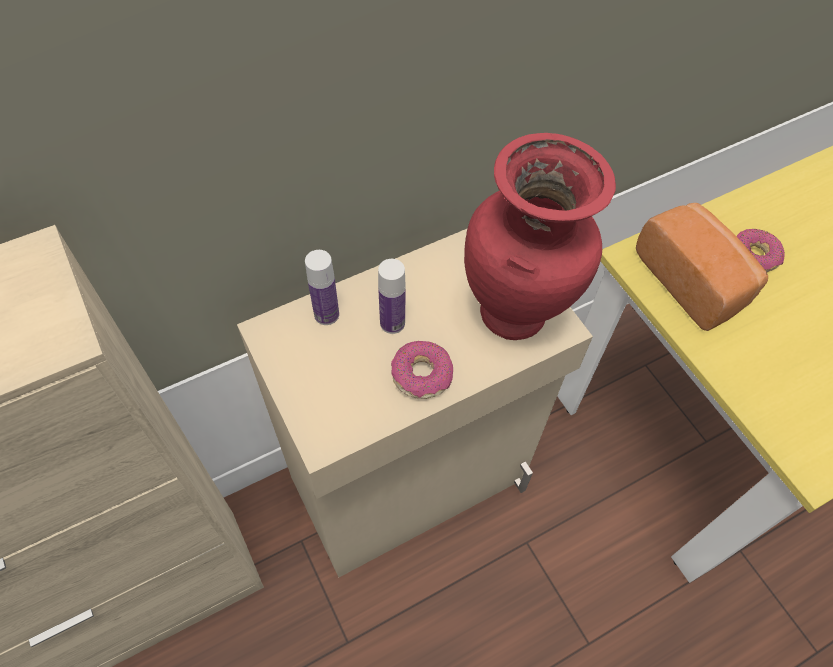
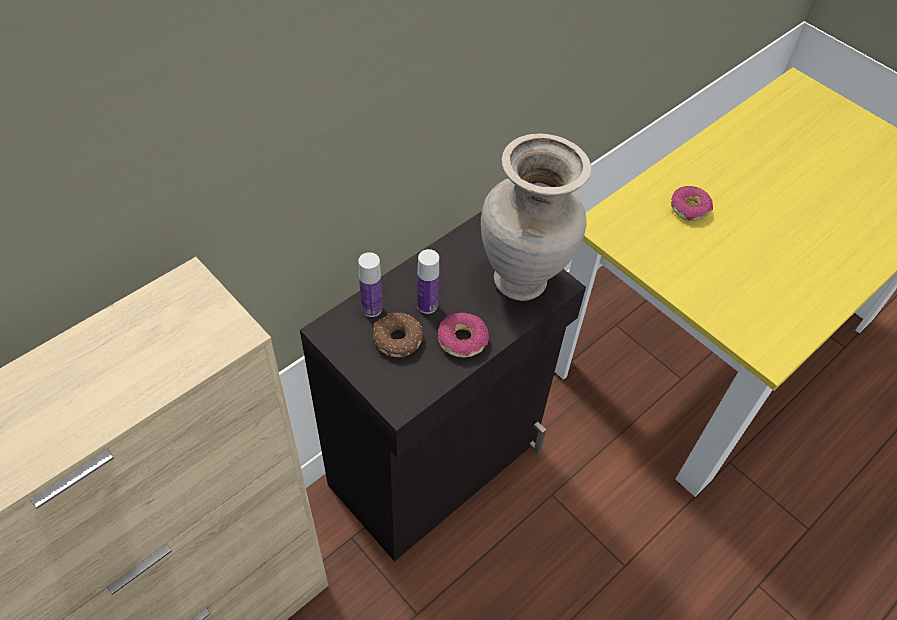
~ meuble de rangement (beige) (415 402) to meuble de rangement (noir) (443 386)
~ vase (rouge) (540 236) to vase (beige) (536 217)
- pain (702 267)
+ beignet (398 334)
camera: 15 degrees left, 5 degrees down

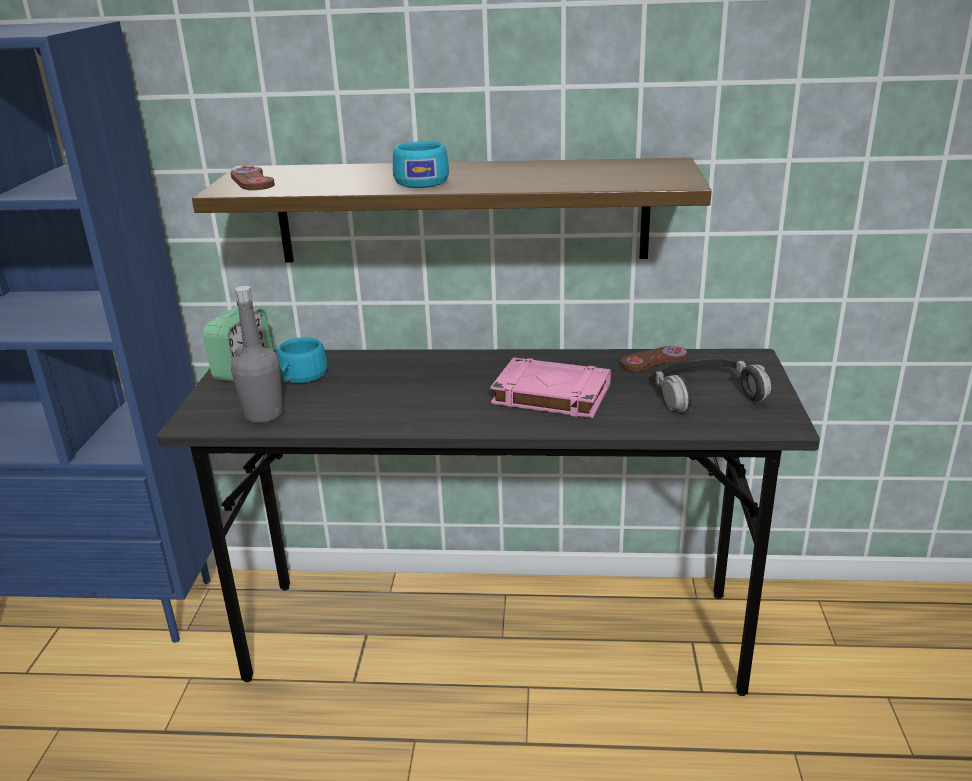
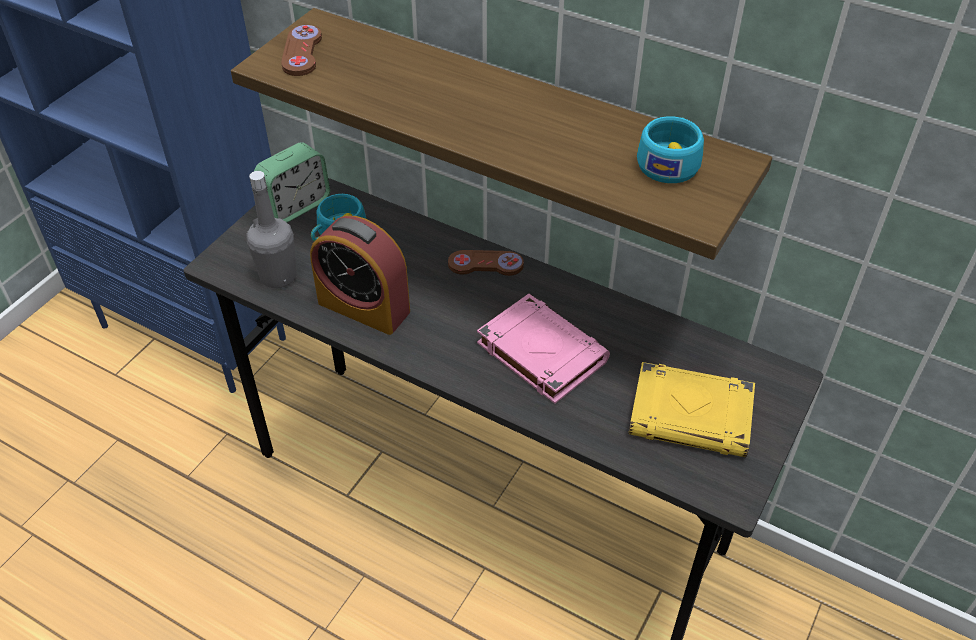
~ tasse (turquoise) (421 164) to (670 149)
~ manette (marron) (654 359) to (486 263)
~ casque audio (713 384) to livre (jaune) (691 409)
+ réveil (360 275)
camera: 25 degrees right, 20 degrees up

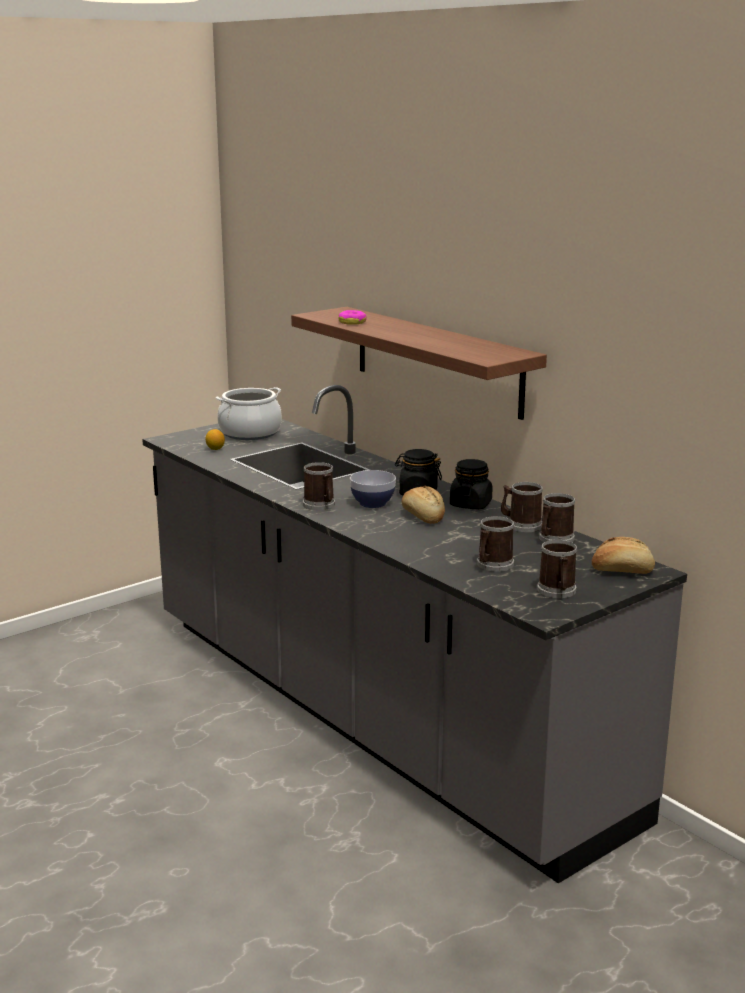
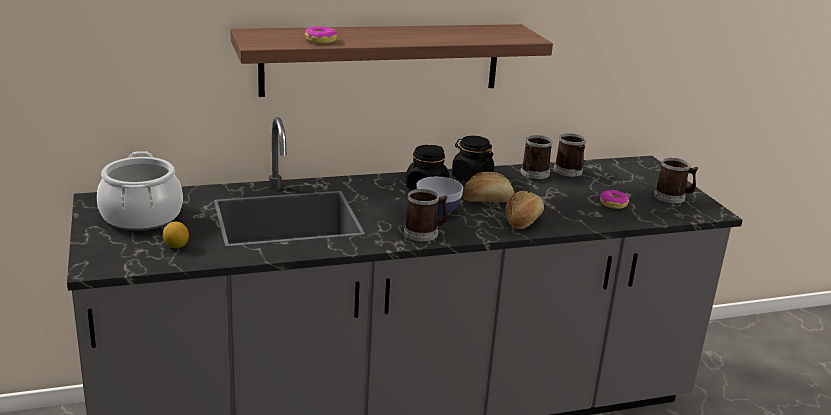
~ mug (495 544) to beignet (614 199)
~ pain (623 555) to (525 210)
camera: 70 degrees left, 5 degrees up

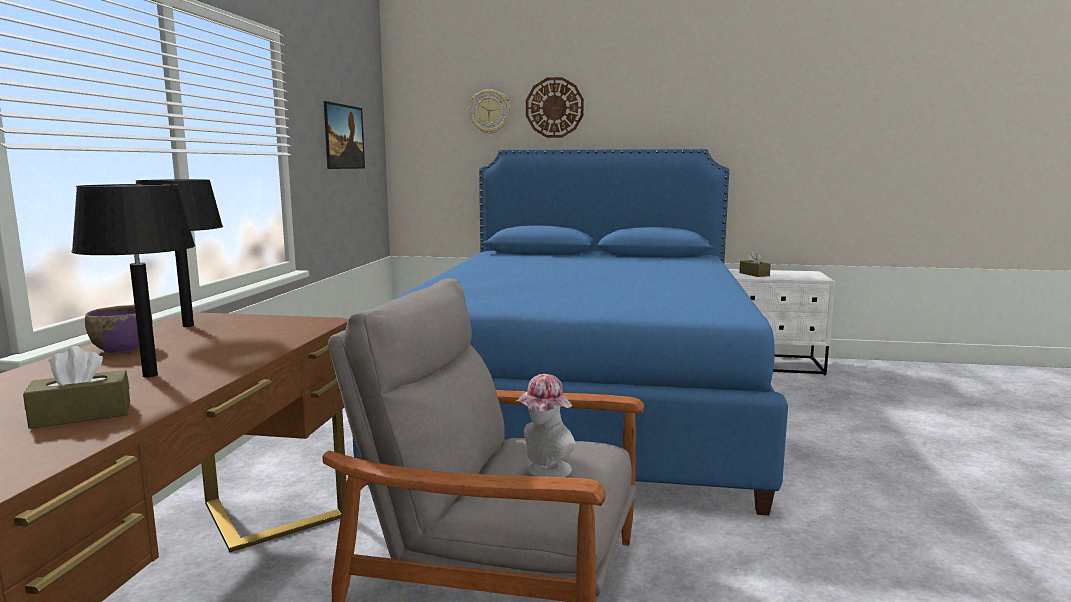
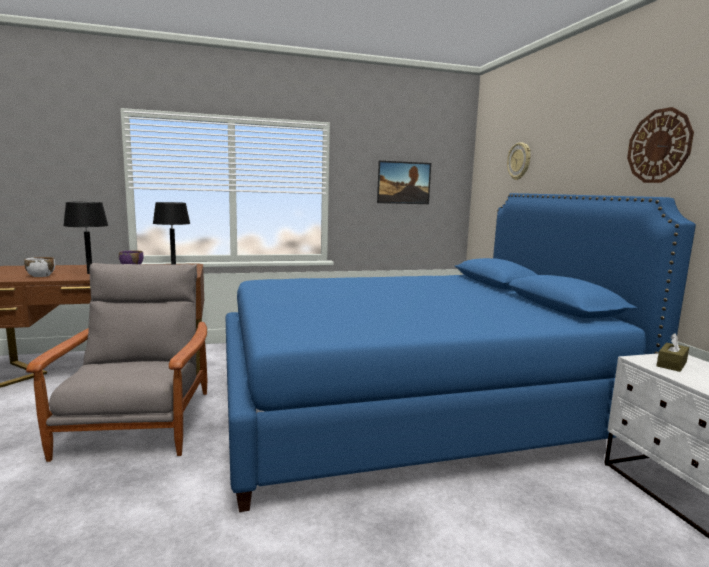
~ boîte à mouchoirs (marron) (76 387) to bol (blanc) (39 267)
- chapeau (546 425)
~ horloge murale (555 107) to (660 145)
camera: 65 degrees right, 0 degrees up

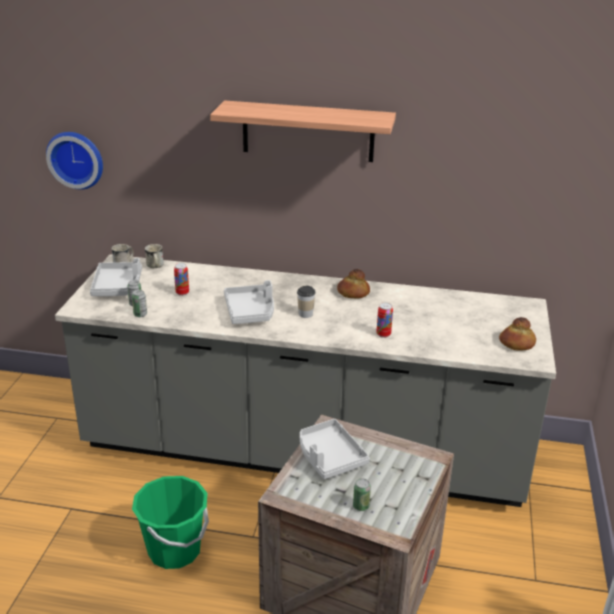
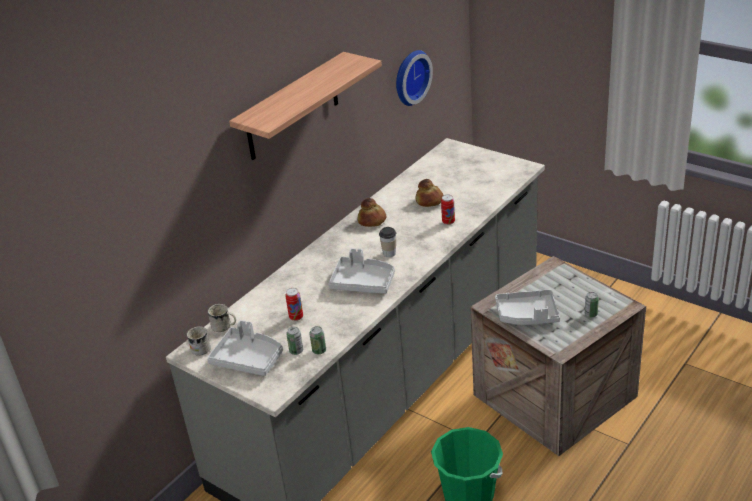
~ horloge murale (74 160) to (414 78)
~ pain (517 334) to (430 193)
camera: 60 degrees left, 5 degrees up

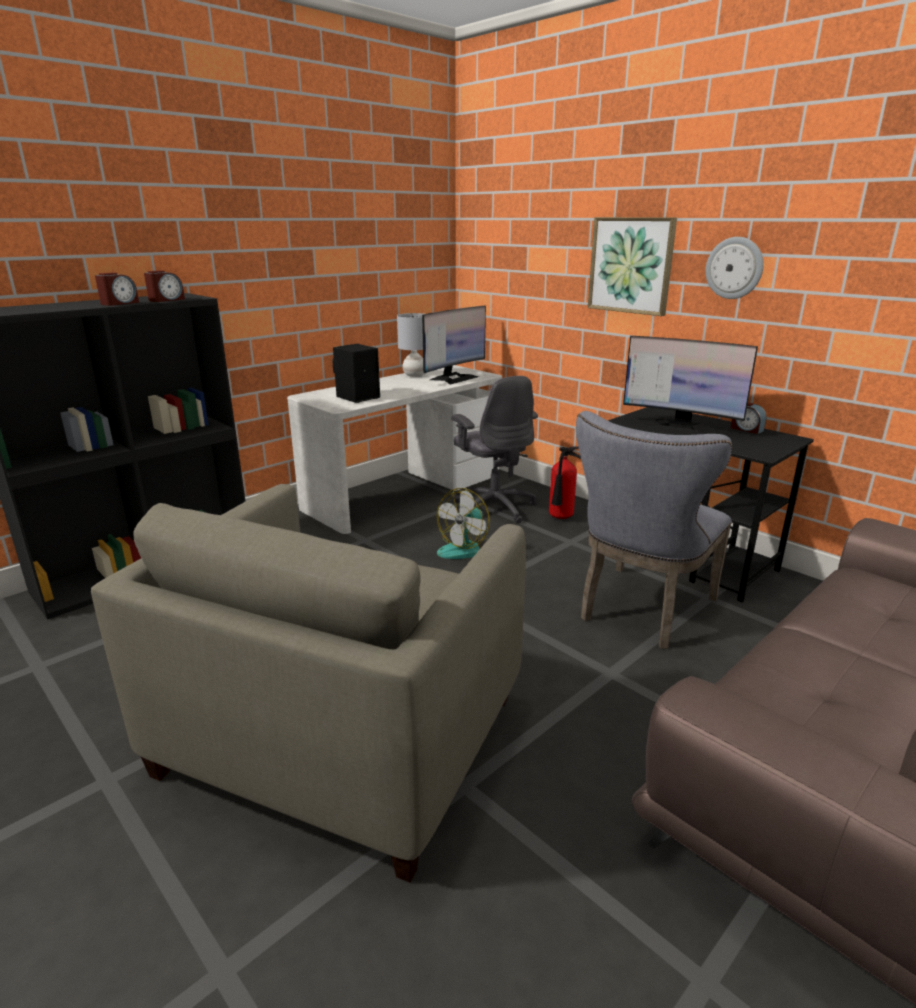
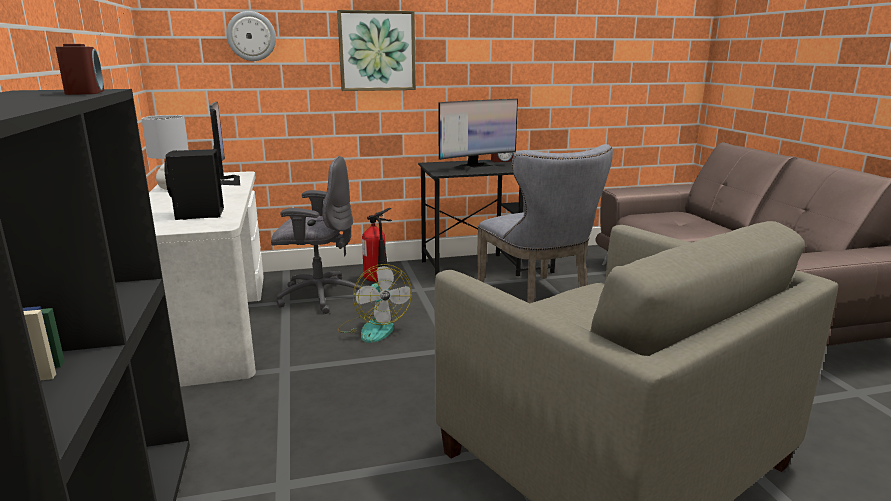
- réveil (117 289)
~ horloge murale (735 268) to (251 36)
camera: 60 degrees left, 5 degrees down

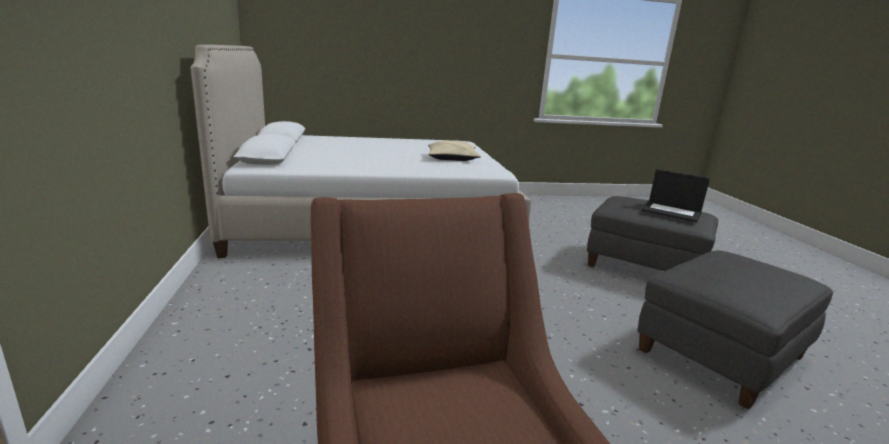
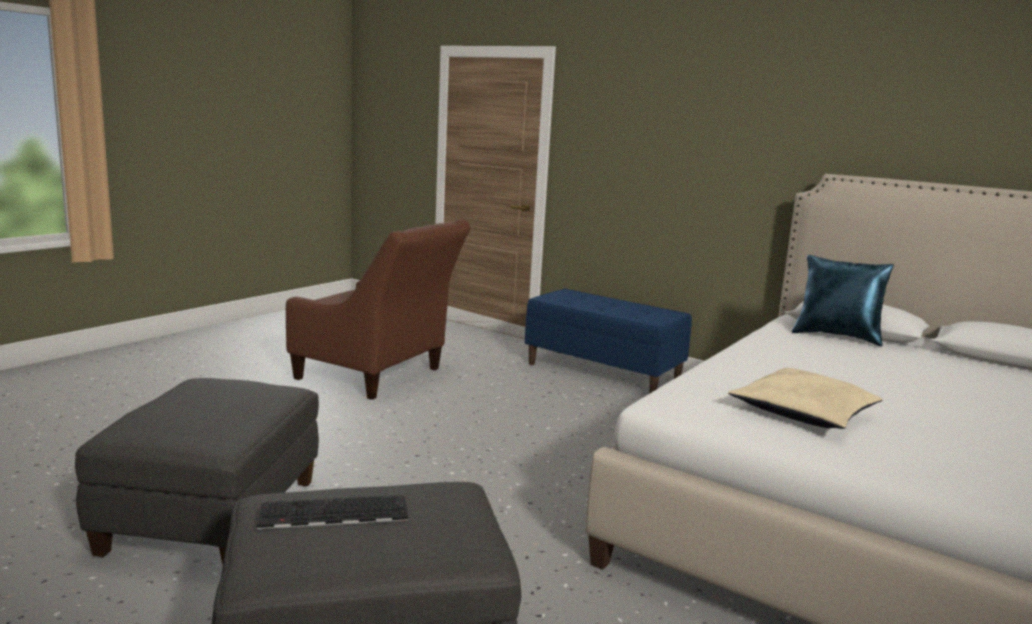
~ ordinateur portable (675 195) to clavier (332 512)
+ banc (bleu) (608 341)
+ coussin (bleu) (843 300)
camera: 135 degrees right, 5 degrees down

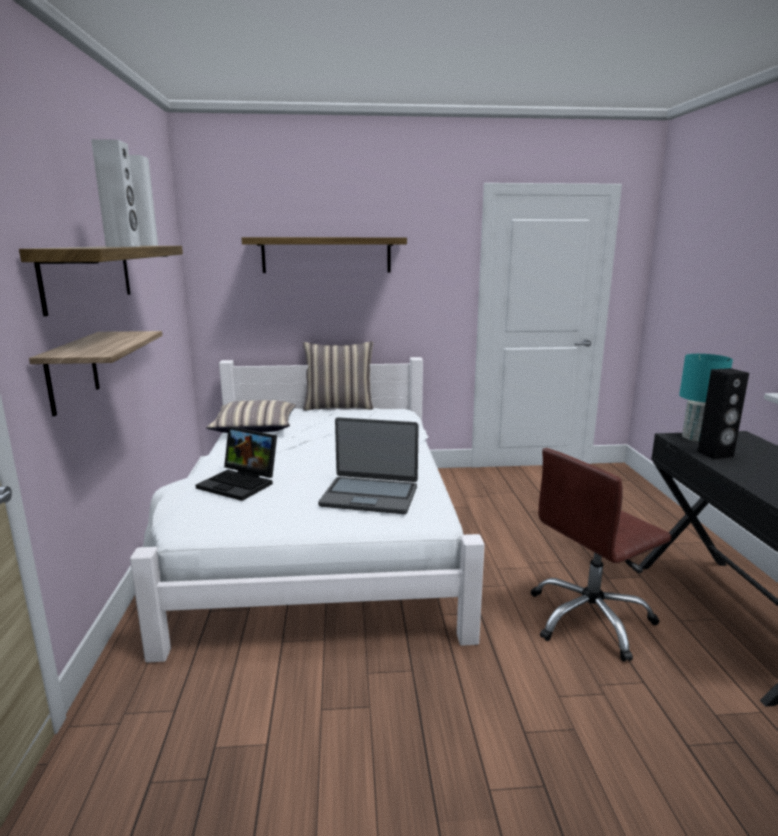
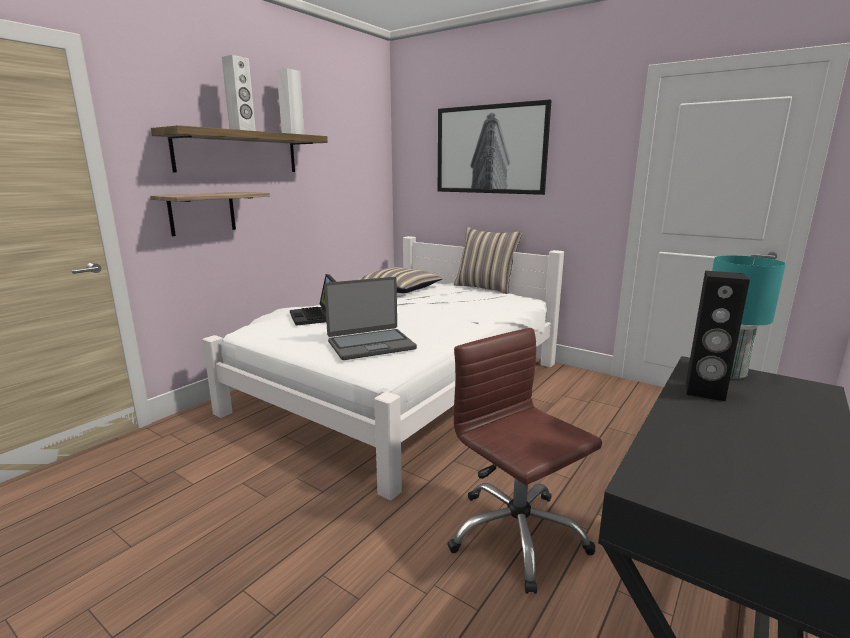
~ étagère (324 255) to tableau (495 147)
~ ordinateur portable (368 465) = (370 318) 75 degrees counterclockwise
~ chaise de bureau (marron) (601 555) = (524 461) 45 degrees clockwise
camera: 40 degrees right, 0 degrees up

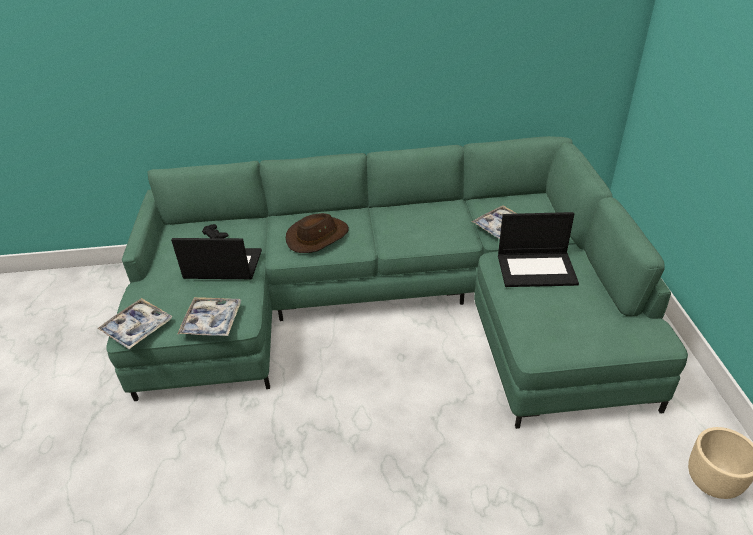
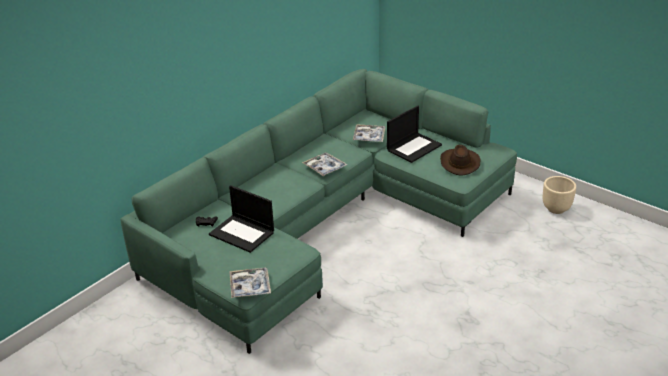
~ ordinateur portable (216 258) = (241 219) 105 degrees counterclockwise
~ plateau (209 316) to (324 164)
~ chapeau (marron) (317 233) to (460 160)
camera: 45 degrees left, 5 degrees down

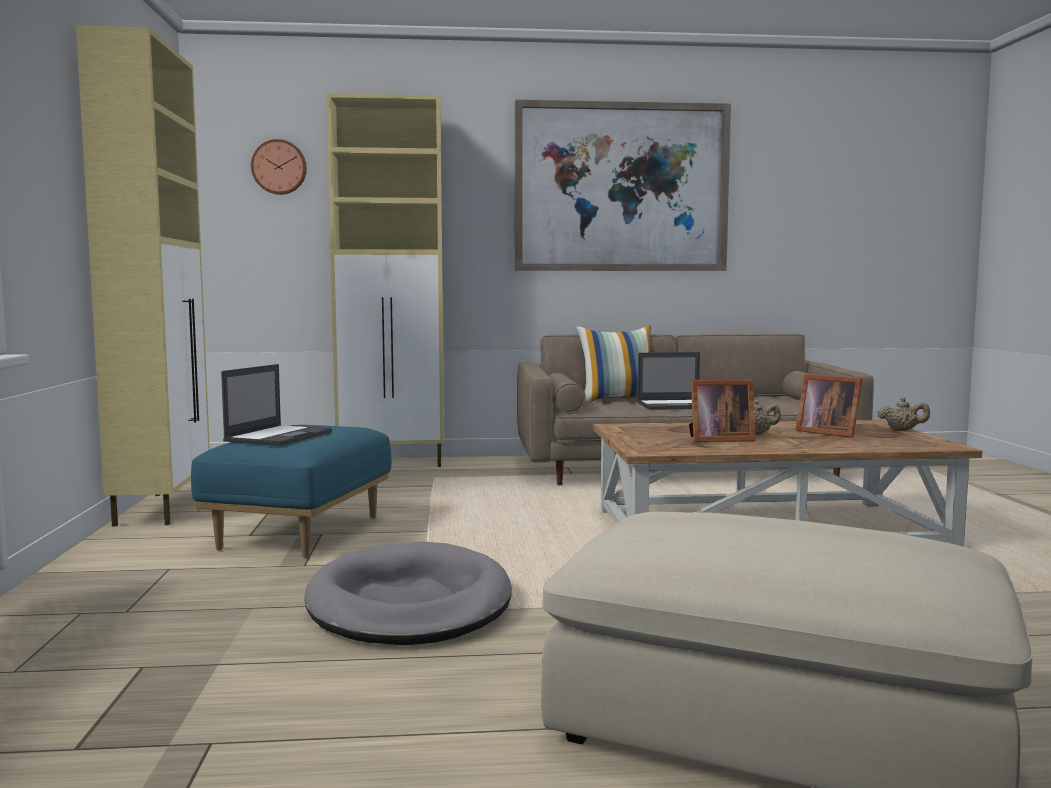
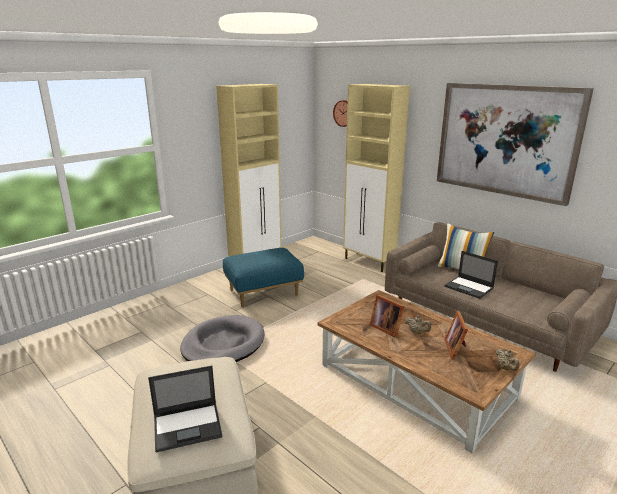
~ ordinateur portable (276 405) to (185 409)
camera: 50 degrees right, 15 degrees up

